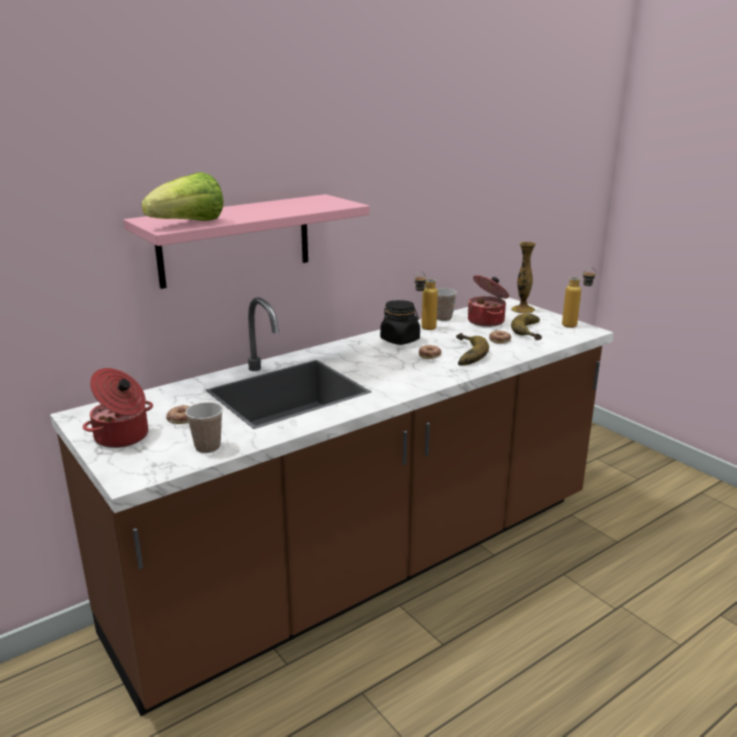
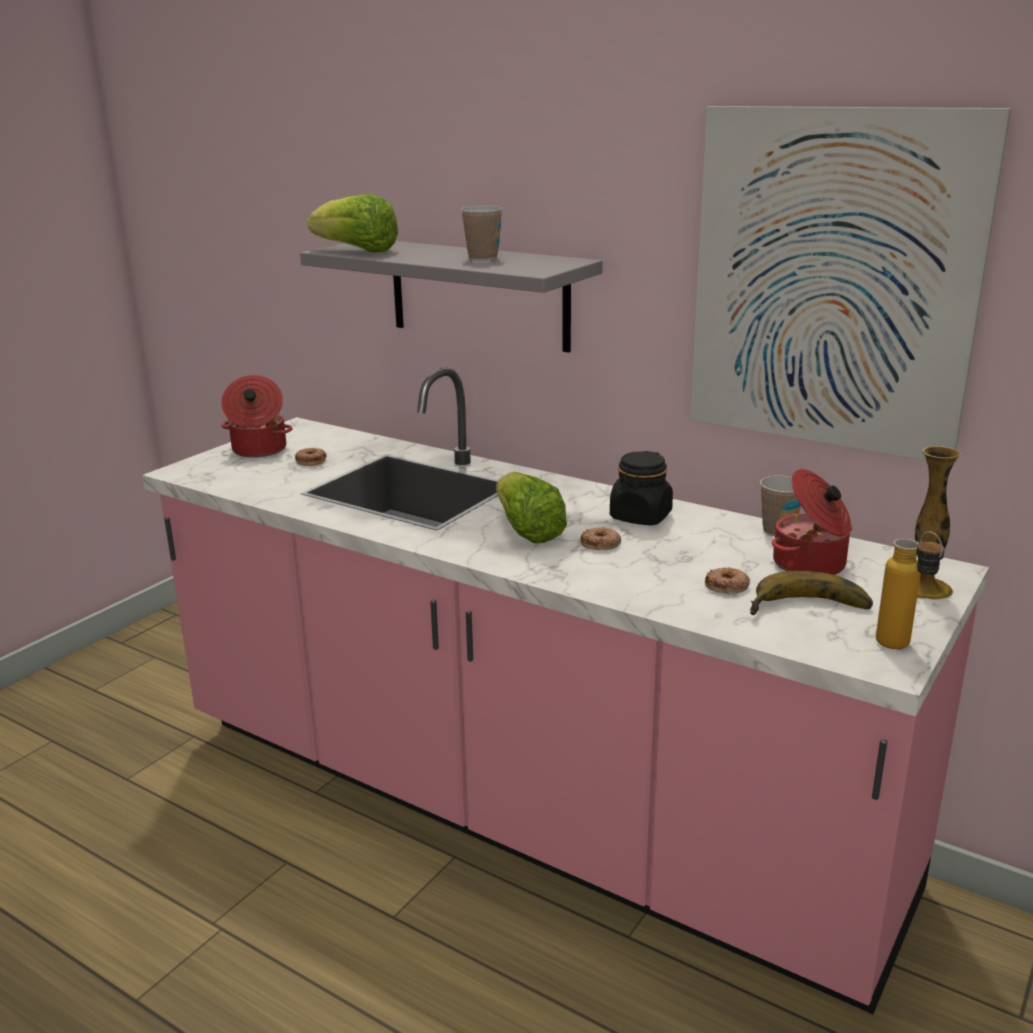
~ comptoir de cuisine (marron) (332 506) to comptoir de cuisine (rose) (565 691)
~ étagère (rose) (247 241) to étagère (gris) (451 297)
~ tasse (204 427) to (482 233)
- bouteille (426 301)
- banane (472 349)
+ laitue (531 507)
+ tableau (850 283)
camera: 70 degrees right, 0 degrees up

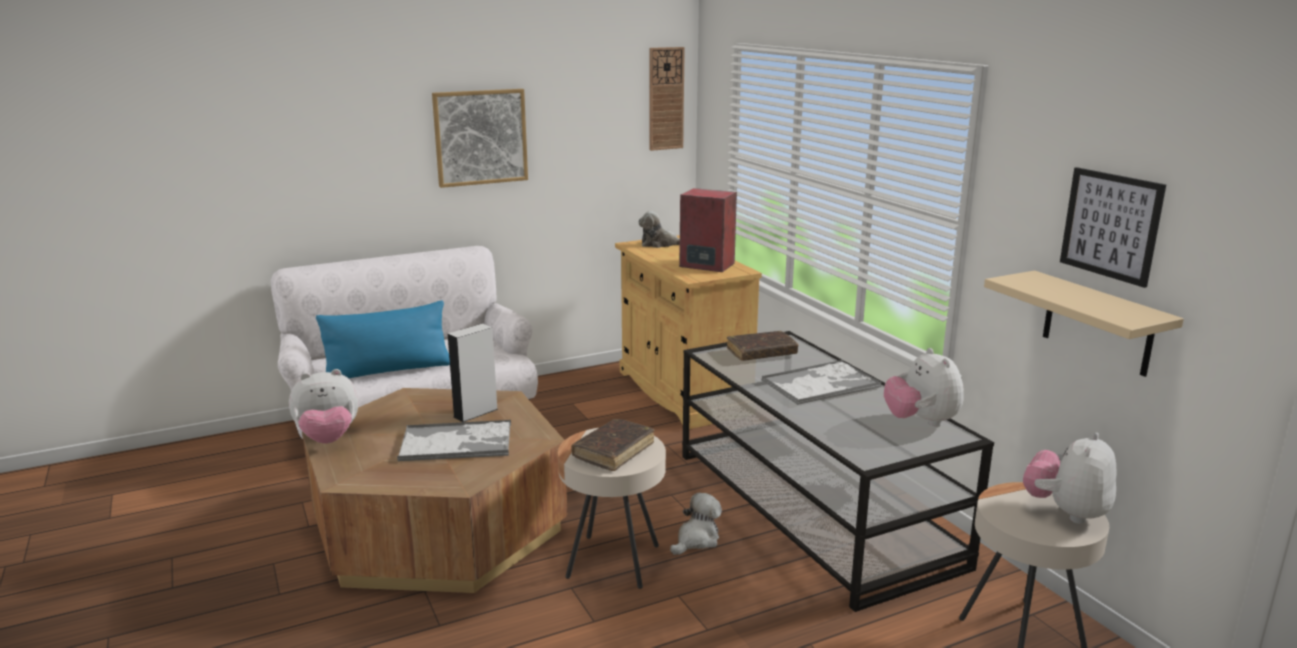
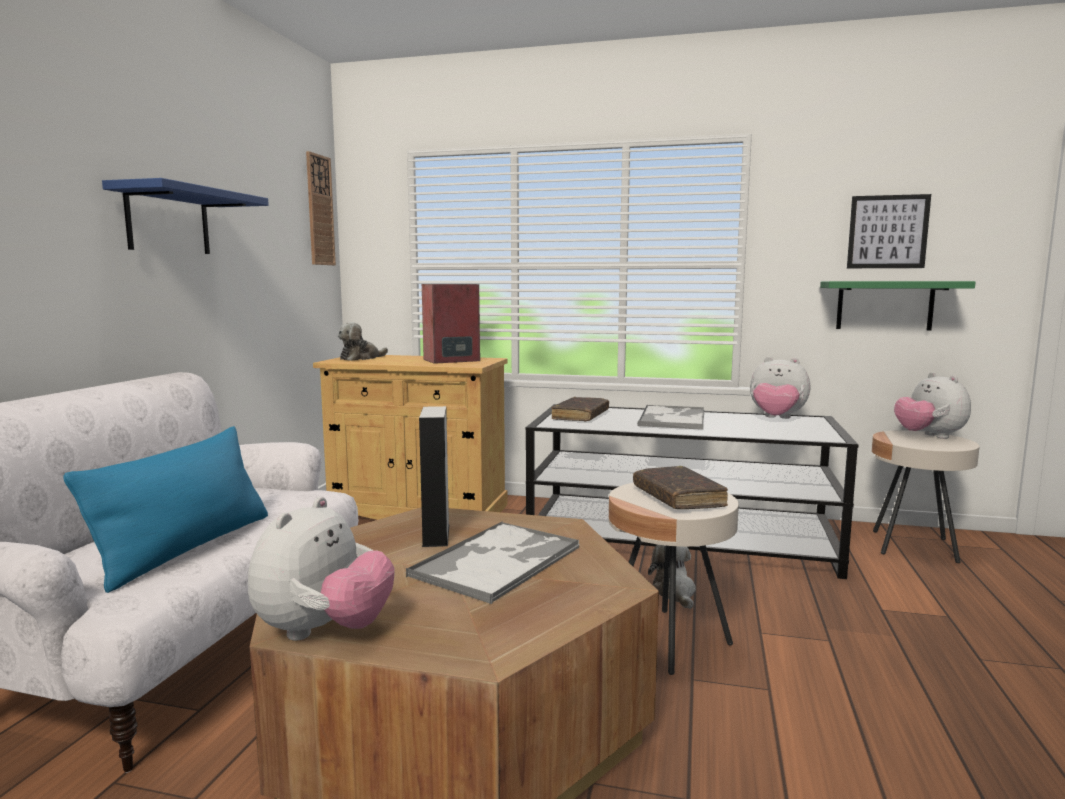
~ tableau (480 138) to étagère (bleu) (185 216)
~ étagère (beige) (1084 323) to étagère (vert) (898 305)
camera: 50 degrees left, 10 degrees down

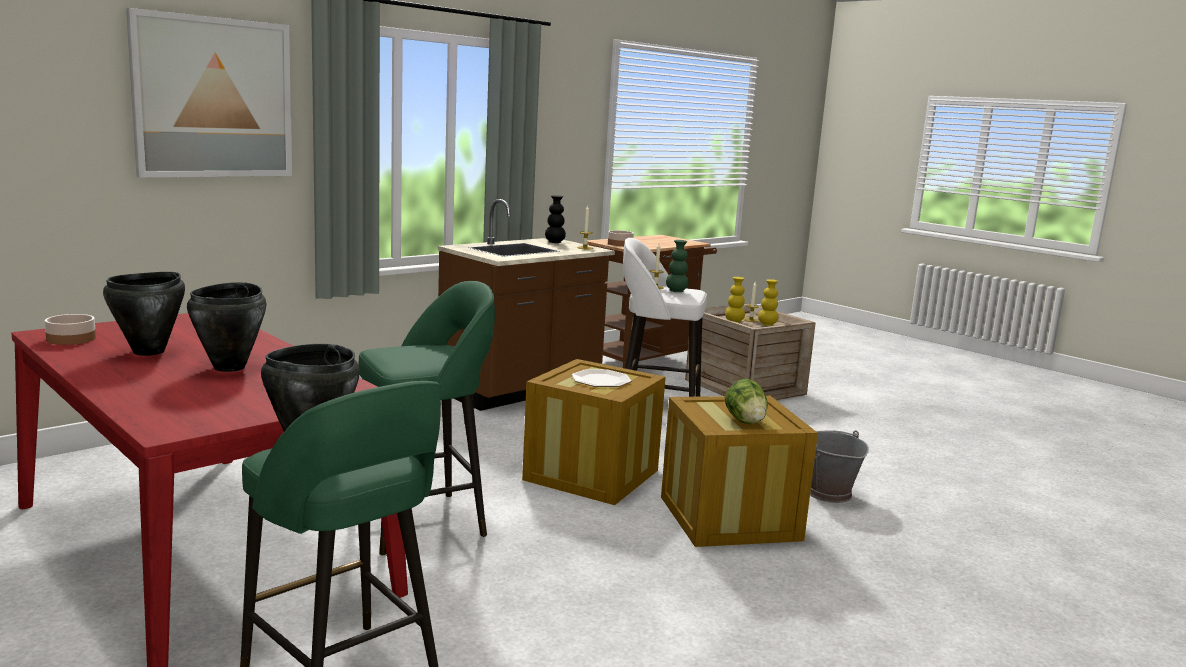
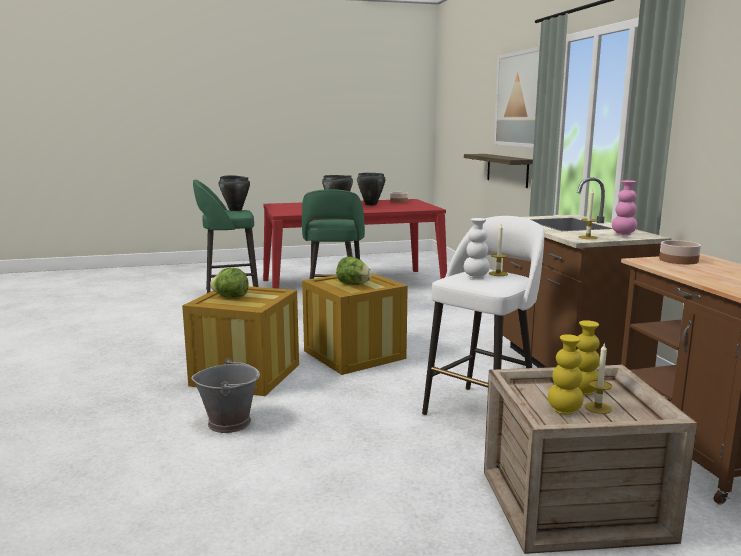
~ vase (noir) (555 219) to vase (rose) (624 207)
~ assiette (601 378) to laitue (354 271)
~ vase (vert) (677 266) to vase (blanc) (477 248)
+ étagère (498 171)
camera: 120 degrees right, 0 degrees up

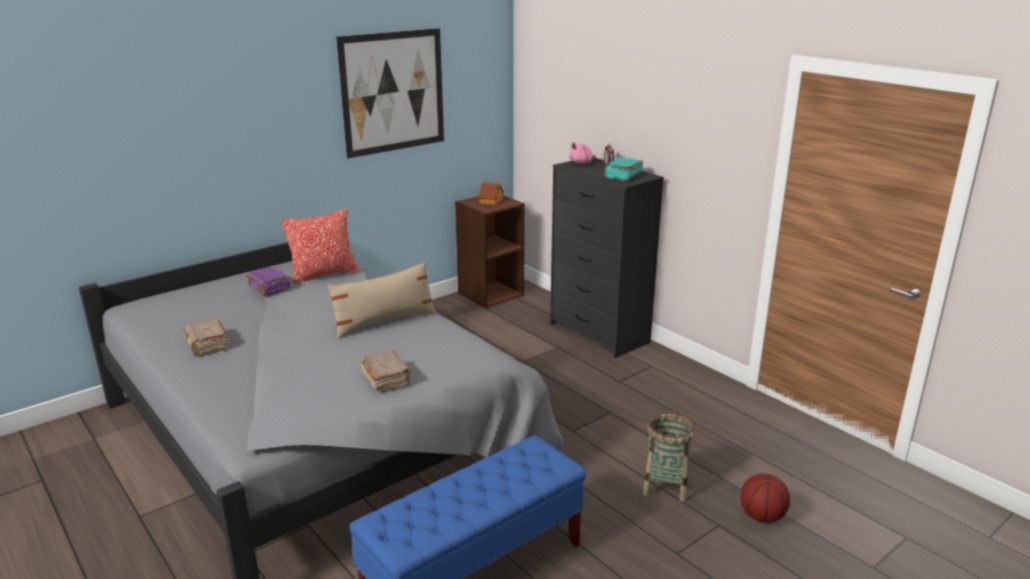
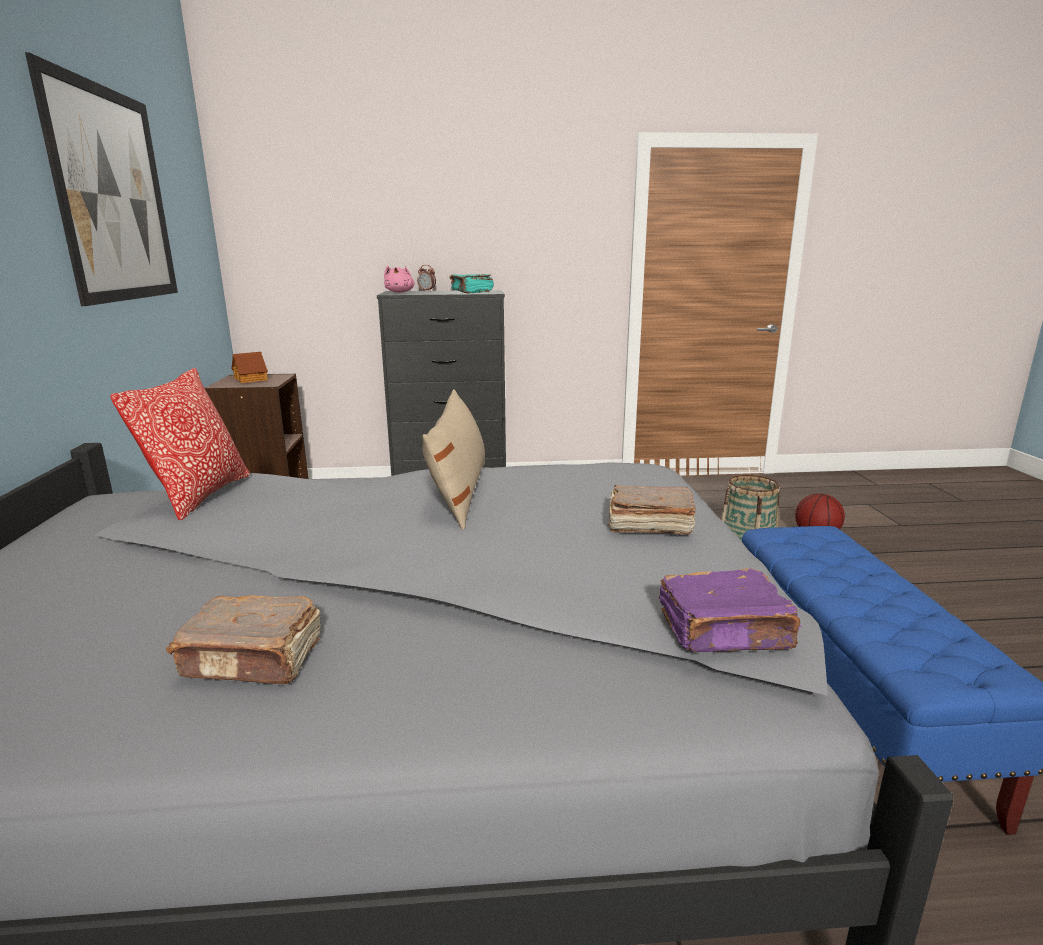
~ livre (violet) (268 281) to (730 610)
camera: 55 degrees left, 5 degrees down

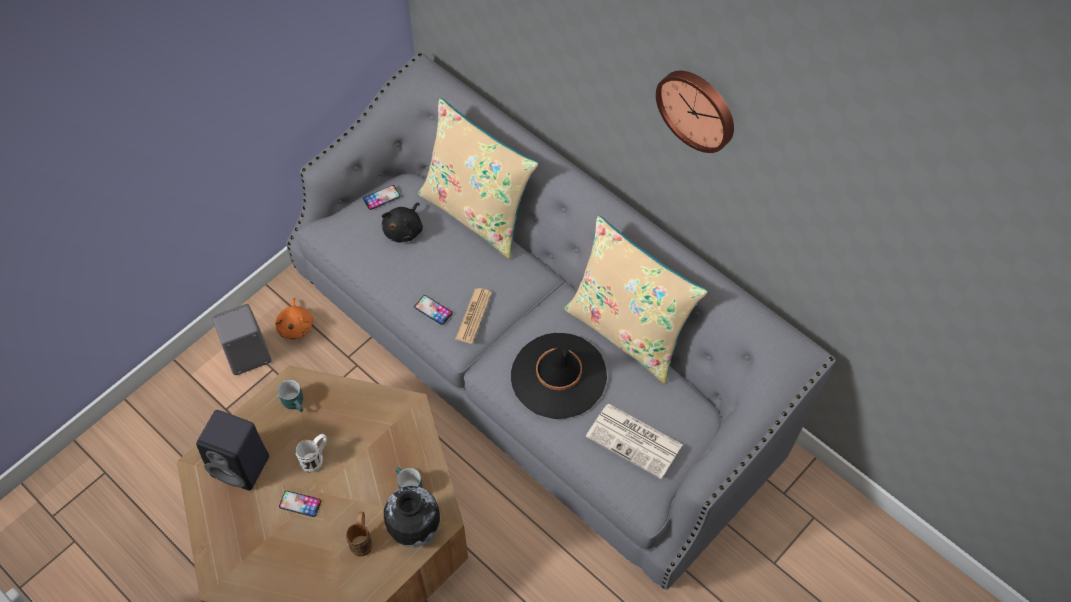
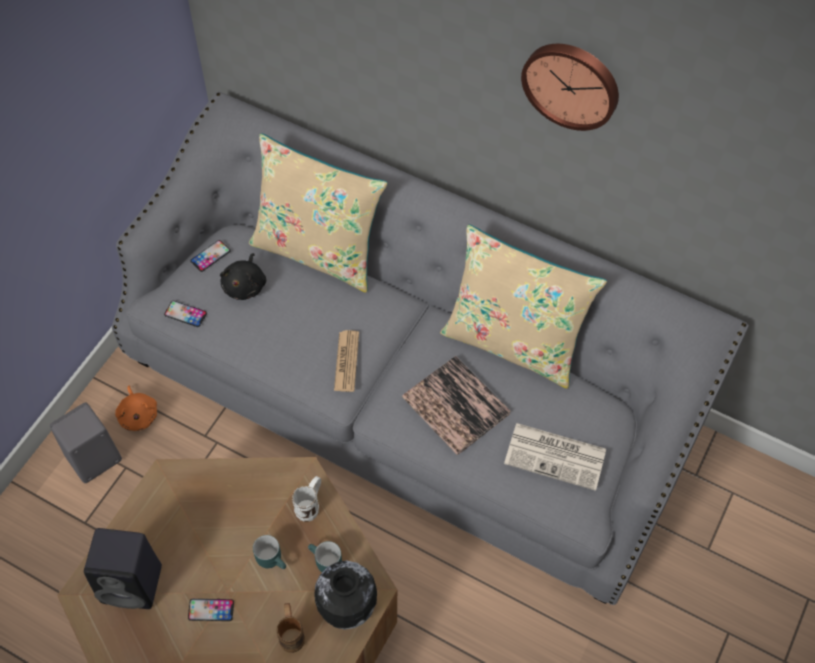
~ mug (turquoise) (290 396) to (269 552)
~ mug (blanc) (311 453) to (306 499)
~ téléphone (433 310) to (185 313)
~ chapeau (noir) (559 376) to livre (456 405)
camera: 15 degrees left, 0 degrees up

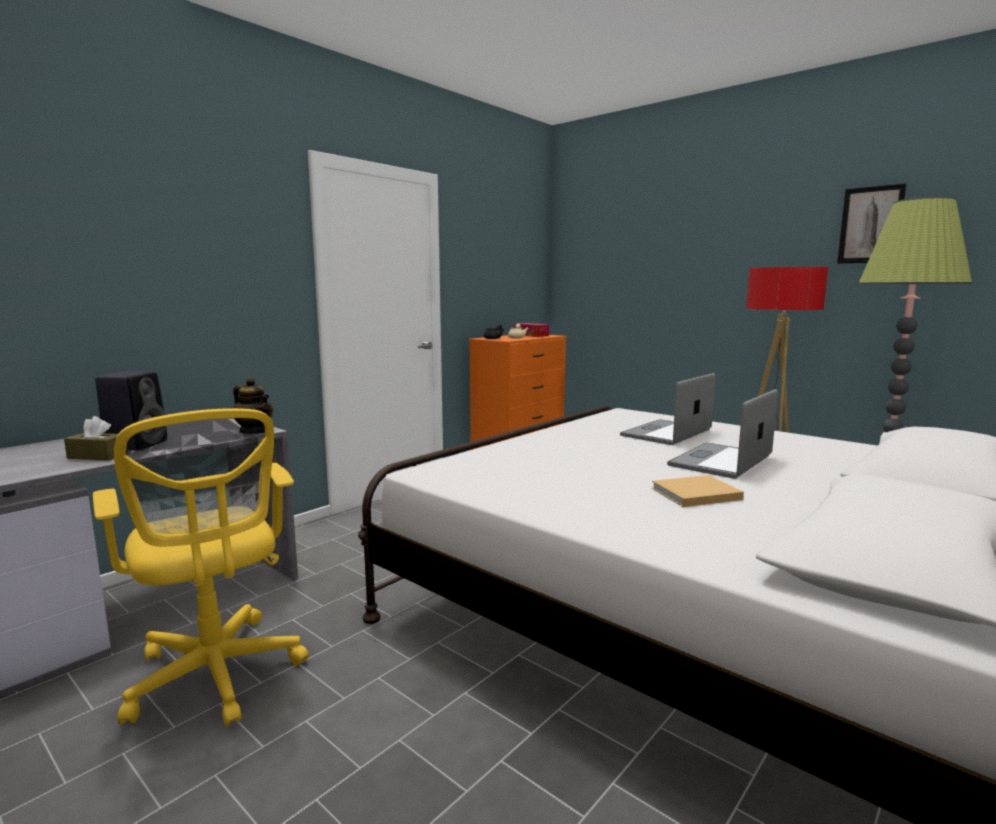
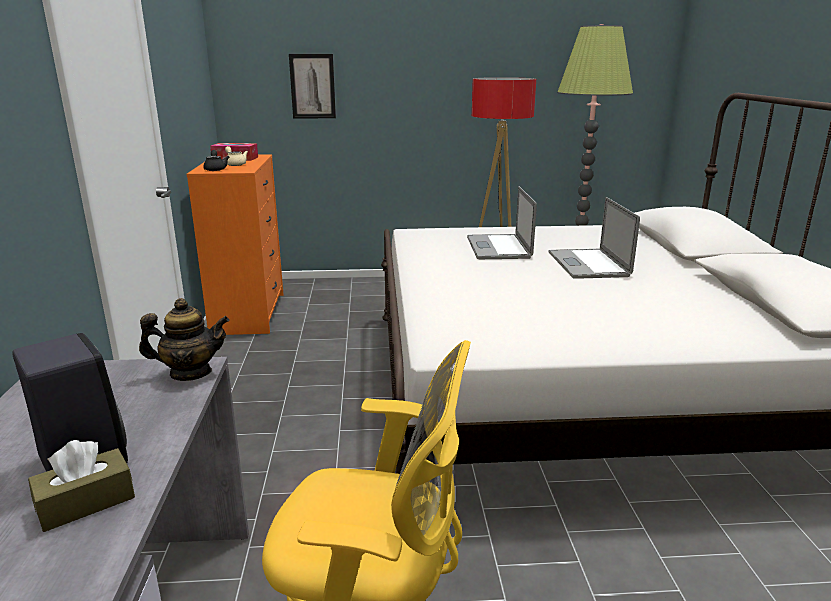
- livre (beige) (698 491)
~ tableau (871 223) to (312 86)
camera: 45 degrees left, 10 degrees up

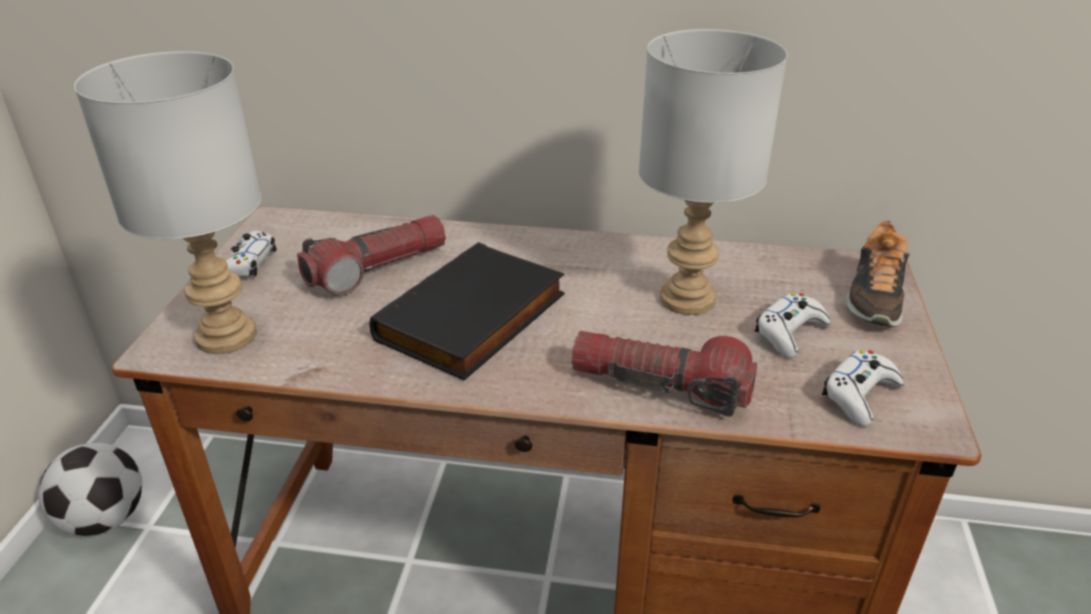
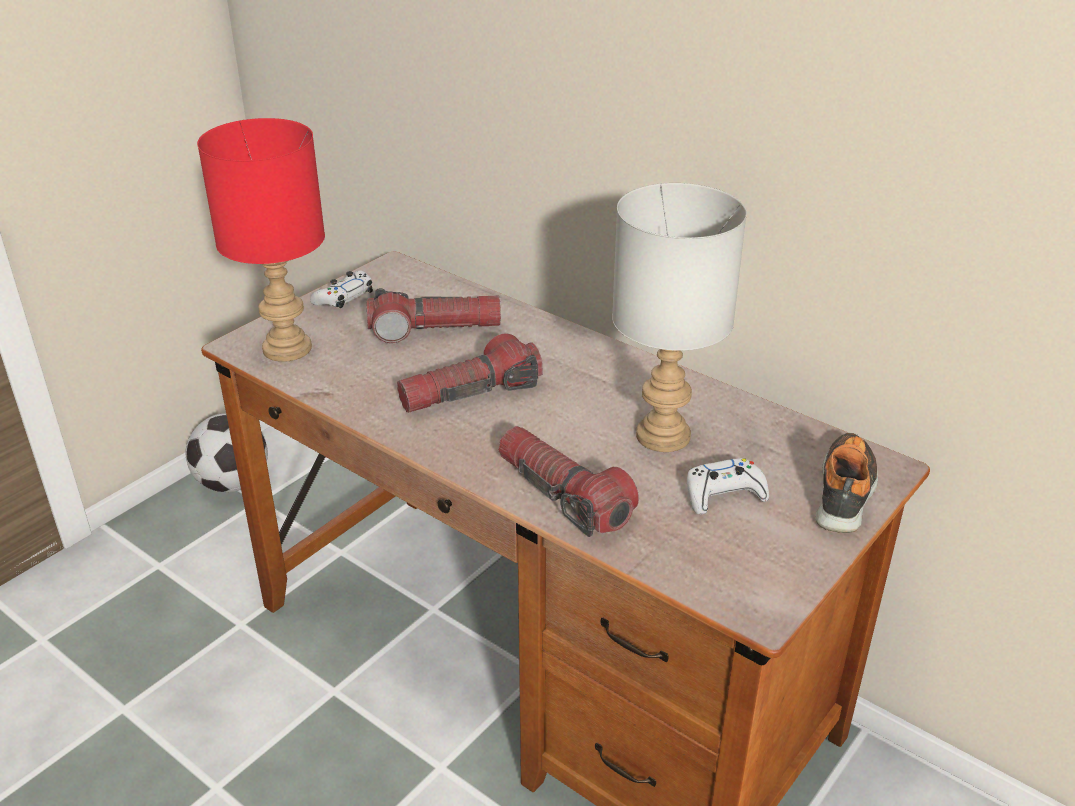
~ lampe de table (gris) (167 202) to lampe de table (rouge) (261 240)
~ livre (noir) (467 311) to lampe de poche (470 373)
- manette (blanc) (863 388)
~ chaussure (877 274) = (847 482) 150 degrees clockwise
camera: 30 degrees right, 0 degrees up

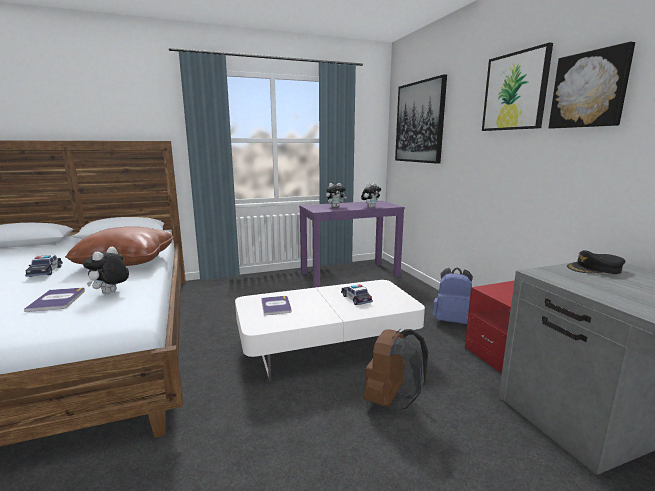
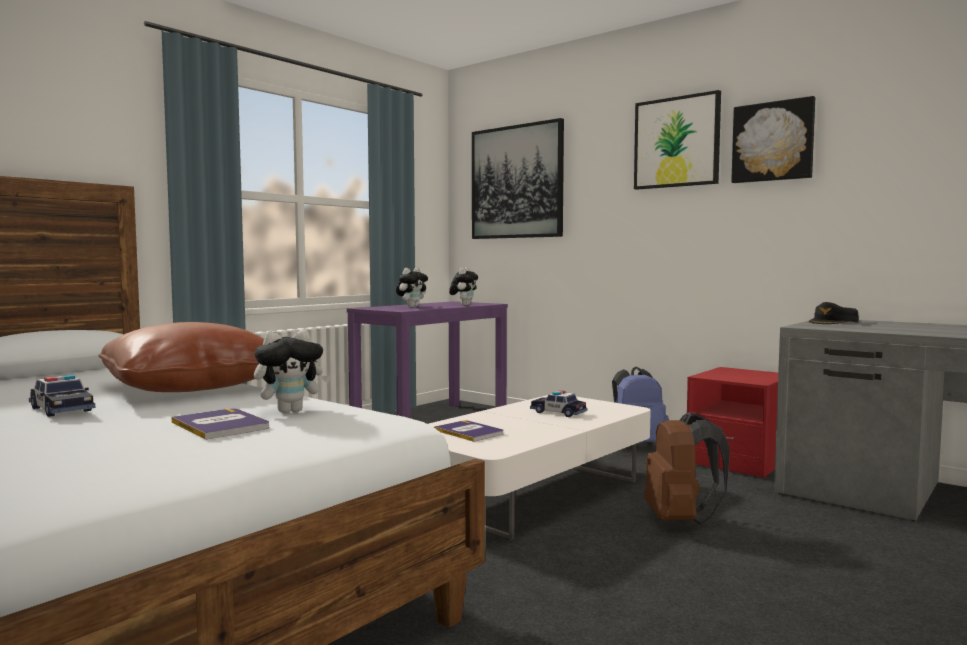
~ peluche (106 270) = (292 371) 105 degrees counterclockwise
camera: 30 degrees left, 10 degrees down

